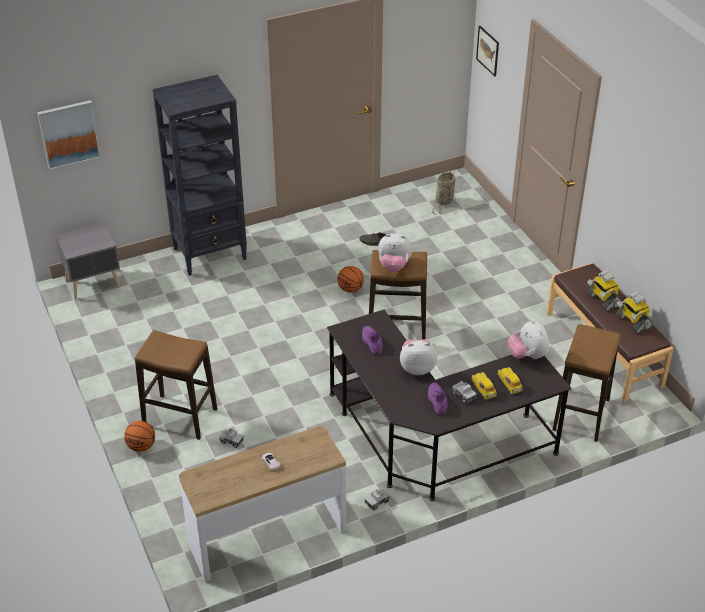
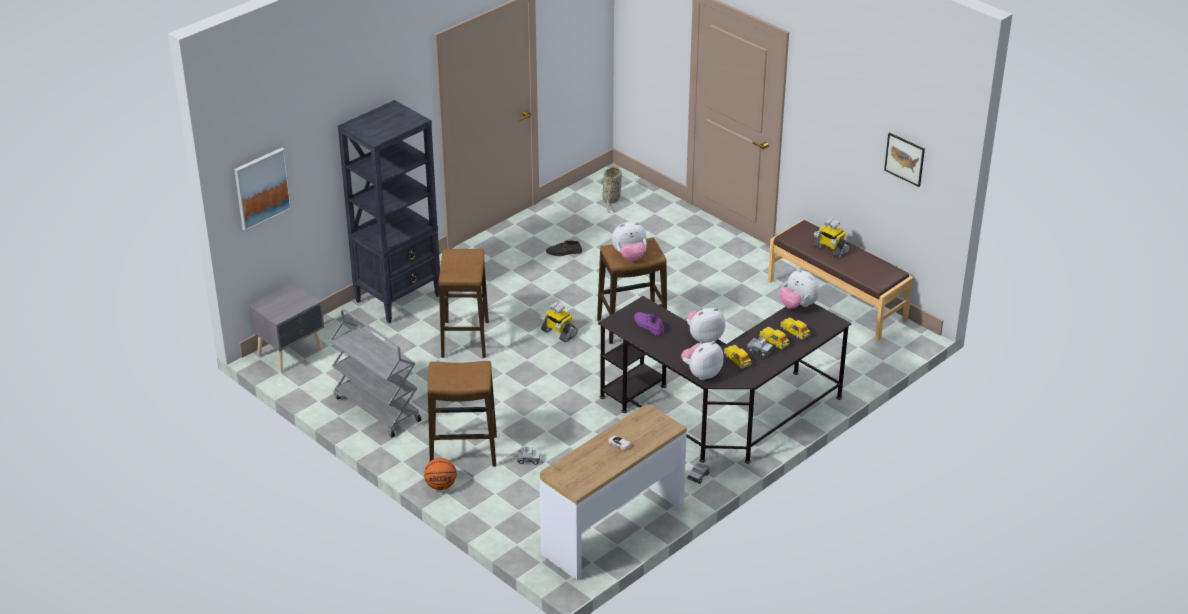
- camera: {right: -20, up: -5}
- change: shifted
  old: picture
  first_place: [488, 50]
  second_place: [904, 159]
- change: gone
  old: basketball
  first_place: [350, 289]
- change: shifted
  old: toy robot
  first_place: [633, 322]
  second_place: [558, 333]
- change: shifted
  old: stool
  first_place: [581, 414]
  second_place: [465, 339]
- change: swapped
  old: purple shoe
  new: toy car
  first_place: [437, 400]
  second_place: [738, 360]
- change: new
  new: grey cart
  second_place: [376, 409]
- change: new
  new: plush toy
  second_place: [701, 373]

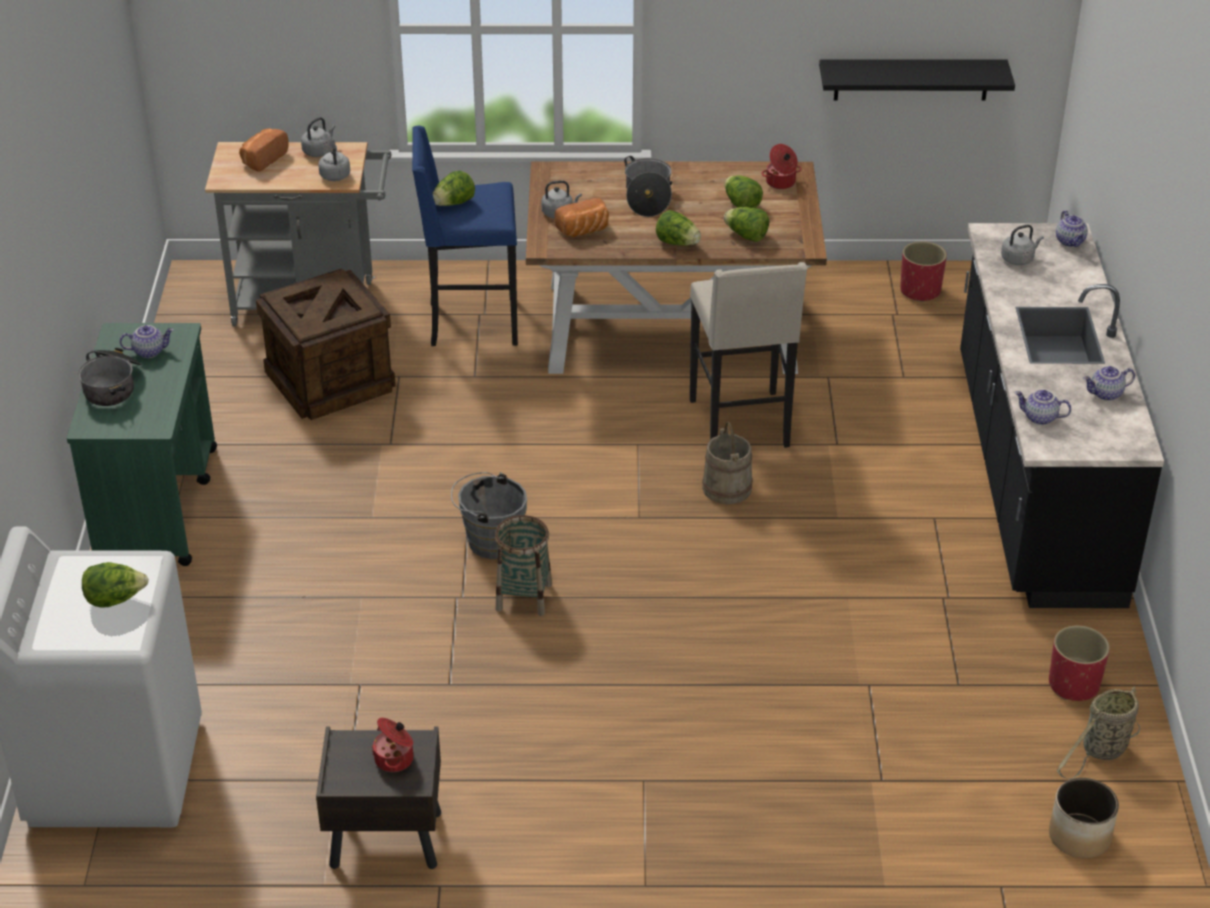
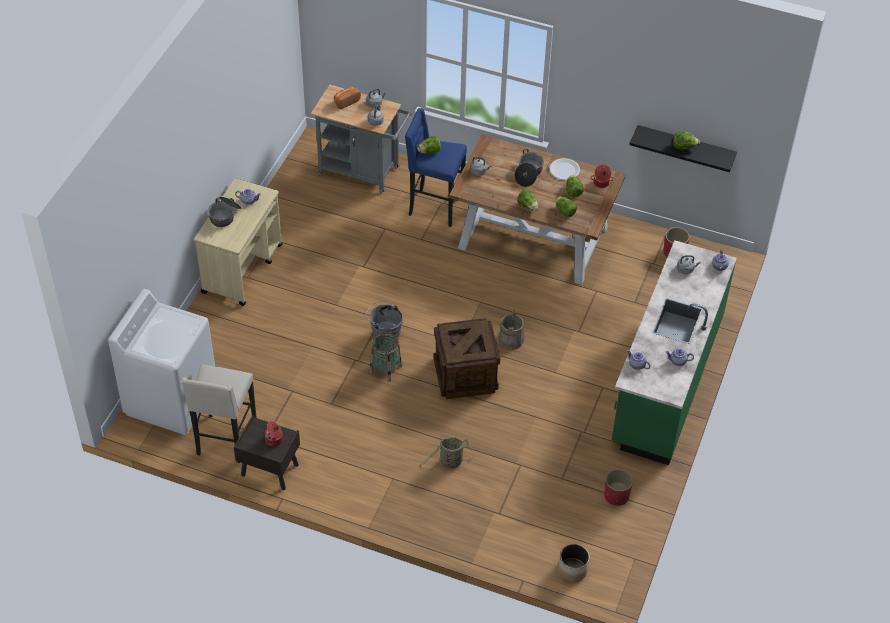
- camera: {right: 20, up: 10}
- change: gone
  old: bread
  first_place: [584, 231]
- change: repainted
  old: black counter
  new: green counter
  first_place: [1034, 478]
  second_place: [666, 380]
- change: shifted
  old: beige stool
  first_place: [742, 425]
  second_place: [225, 440]
- change: shifted
  old: crate
  first_place: [330, 381]
  second_place: [465, 374]
- change: repainted
  old: green cart
  new: beige cart
  first_place: [157, 504]
  second_place: [243, 268]
- change: shifted
  old: lettuce
  first_place: [115, 599]
  second_place: [684, 147]
- change: shifted
  old: basket
  first_place: [1102, 751]
  second_place: [449, 462]
- change: new
  new: white plate
  second_place: [564, 170]

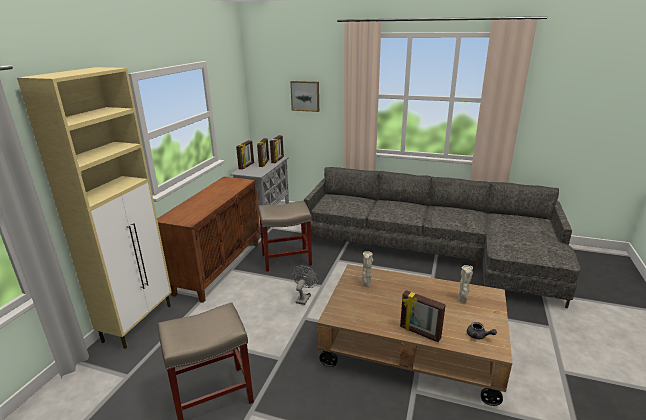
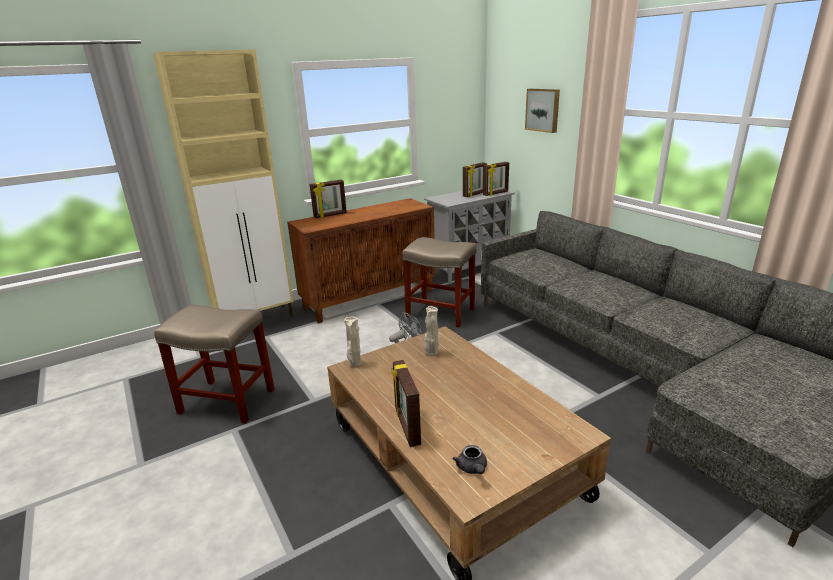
- camera: {right: 40, up: 0}
- change: shifted
  old: picture frame
  first_place: [246, 166]
  second_place: [330, 215]
- change: shifted
  old: beige vase
  first_place: [462, 300]
  second_place: [355, 364]

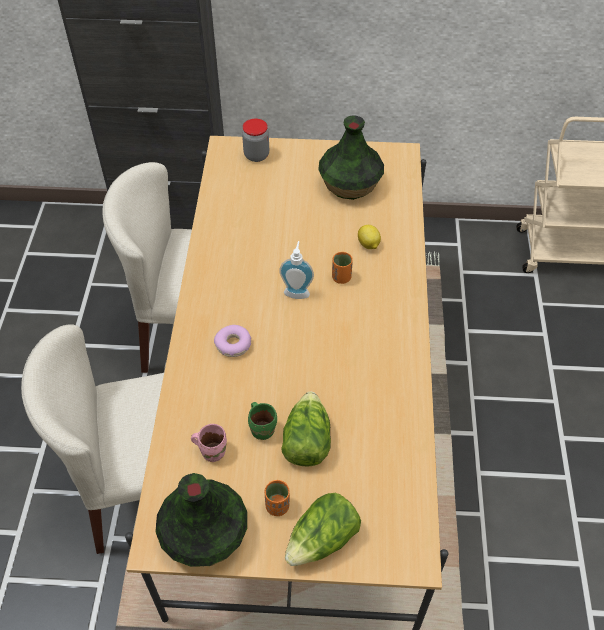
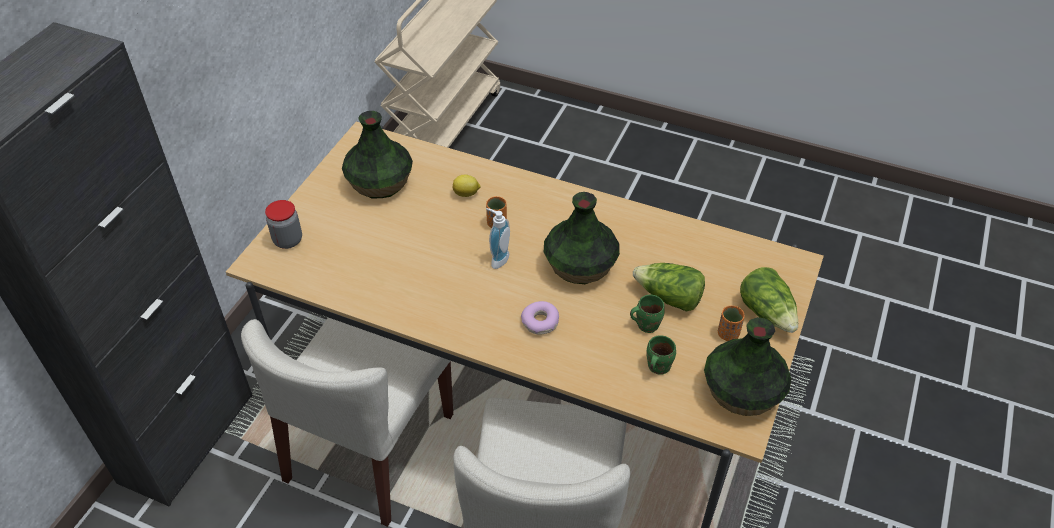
- camera: {right: -70, up: -5}
- change: repainted
  old: pink mug
  new: green mug
  first_place: [212, 450]
  second_place: [656, 366]
- change: new
  new: vase
  second_place: [579, 266]

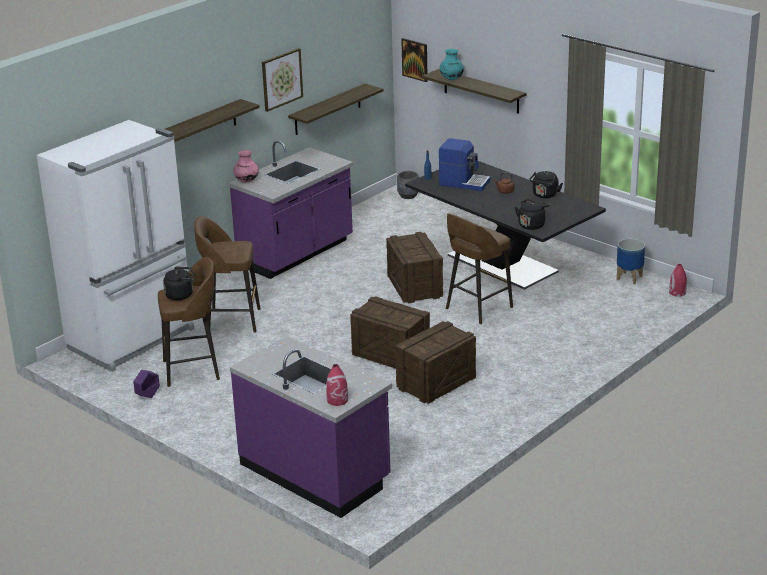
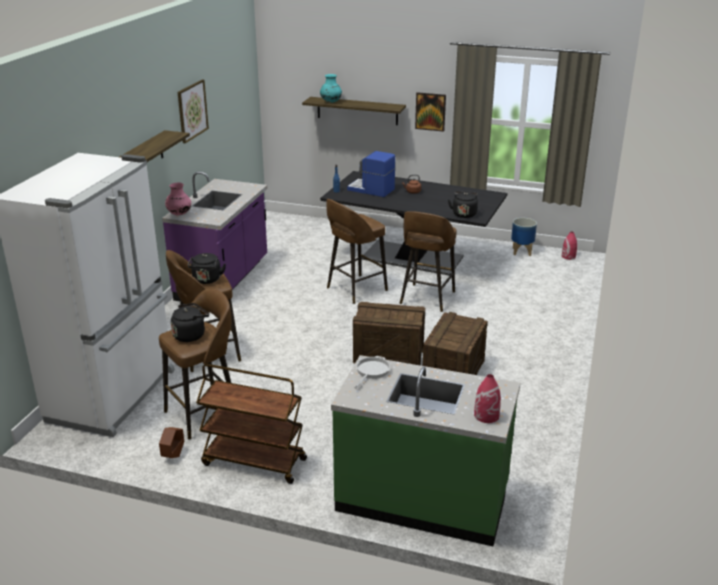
- camera: {right: -25, up: 0}
- change: shifted
  old: picture
  first_place: [415, 59]
  second_place: [430, 111]
- change: gone
  old: shelf
  first_place: [327, 109]
- change: rotated
  old: coffee machine
  first_place: [464, 182]
  second_place: [371, 190]
  degrees: -150
- change: gone
  old: grey planter
  first_place: [408, 196]
- change: shifted
  old: black kettle
  first_place: [544, 195]
  second_place: [206, 280]
- change: swapped
  old: crate
  new: brown stool
  first_place: [414, 286]
  second_place: [355, 289]
- change: repainted
  old: purple counter
  new: green counter
  first_place: [315, 473]
  second_place: [422, 499]
- change: repainted
  old: purple planter
  new: brown planter
  first_place: [148, 396]
  second_place: [173, 455]
- change: new
  new: frying pan
  second_place: [371, 371]
- change: new
  new: brown cart
  second_place: [253, 462]

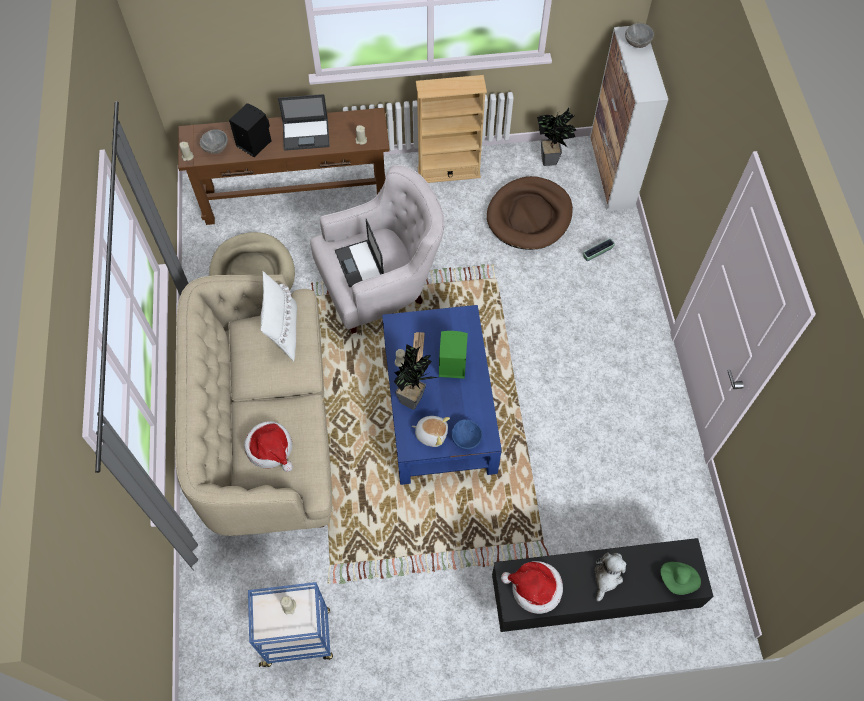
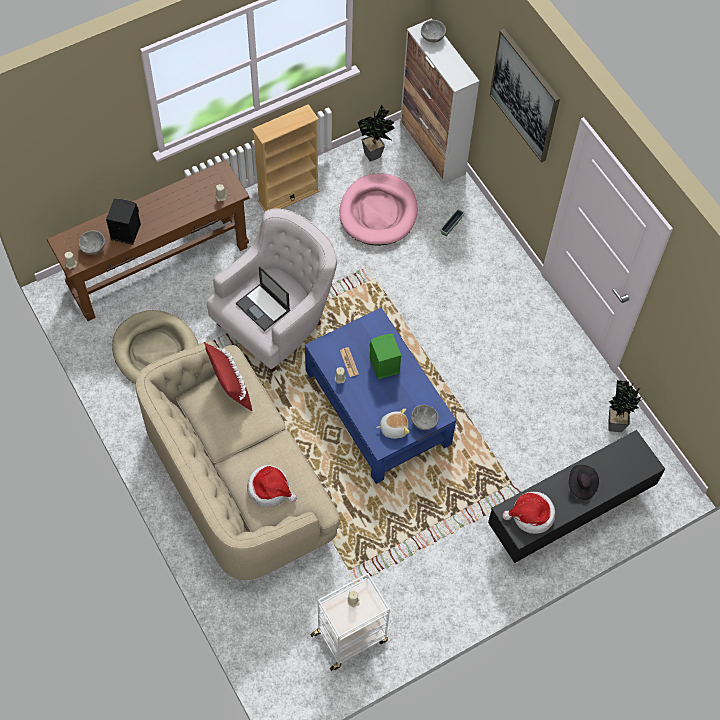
- camera: {right: -25, up: 0}
- change: gone
  old: laptop
  first_place: [306, 134]
- change: repainted
  old: brown dog bed
  new: pink dog bed
  first_place: [529, 216]
  second_place: [378, 212]
- change: repainted
  old: white pillow
  new: red pillow
  first_place: [283, 332]
  second_place: [230, 389]
- change: shifted
  old: potted plant
  first_place: [414, 398]
  second_place: [617, 422]
- change: repainted
  old: blue bowl
  new: grey bowl
  first_place: [465, 439]
  second_place: [423, 422]
- change: swapped
  old: plush toy
  new: black hat
  first_place: [607, 577]
  second_place: [581, 485]
- change: gone
  old: green hat
  first_place: [678, 580]
- change: repainted
  old: blue cart
  new: white cart
  first_place: [298, 637]
  second_place: [351, 637]
- change: new
  new: picture
  second_place: [525, 95]

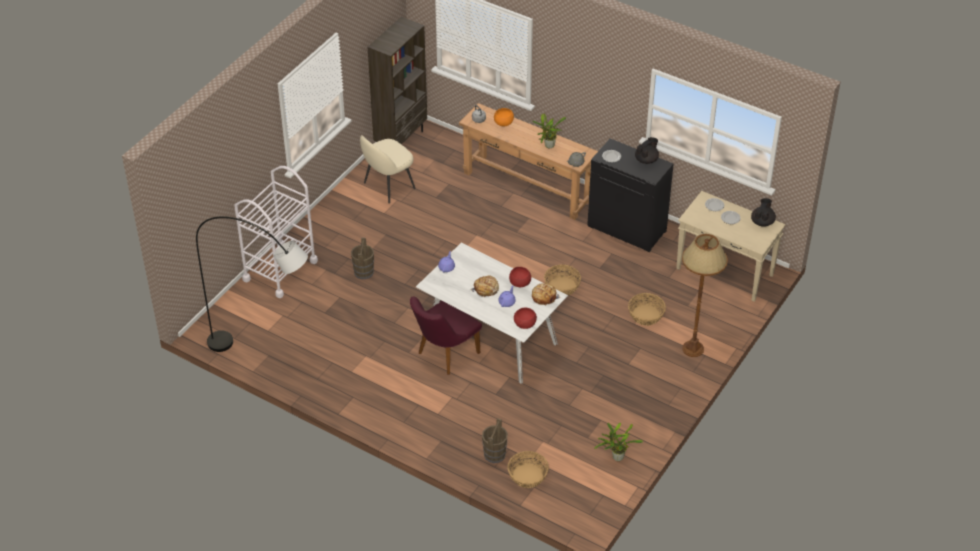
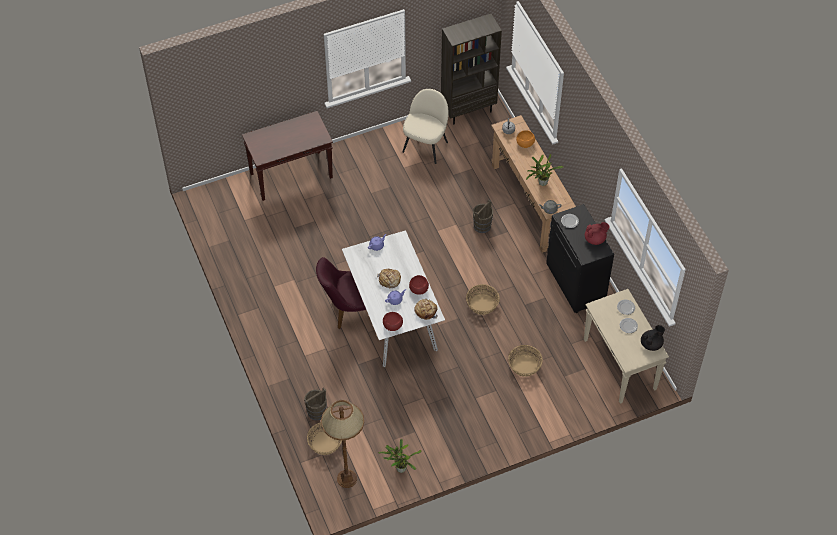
- camera: {right: 35, up: 10}
- change: rotated
  old: beige chair
  first_place: [388, 186]
  second_place: [425, 146]
  degrees: 120
- change: repainted
  old: black teapot
  new: red teapot
  first_place: [646, 160]
  second_place: [595, 239]
- change: swapped
  old: white cart
  new: brown console table
  first_place: [280, 270]
  second_place: [291, 175]
- change: gone
  old: grey floor lamp
  first_place: [265, 352]
- change: shifted
  old: brown floor lamp
  first_place: [693, 348]
  second_place: [347, 478]
- change: shifted
  old: brown bucket
  first_place: [364, 272]
  second_place: [482, 226]

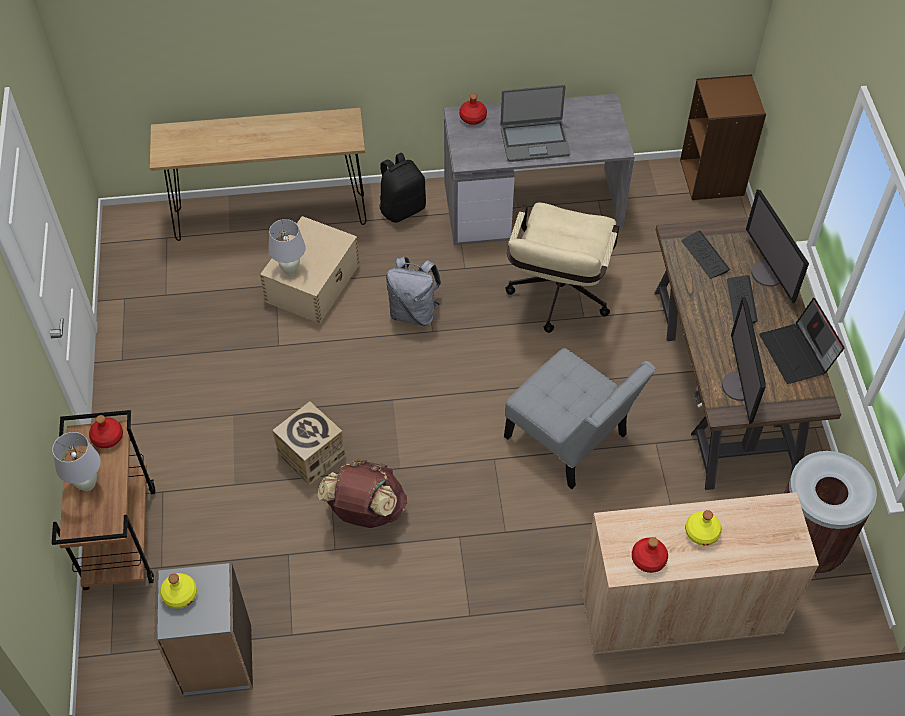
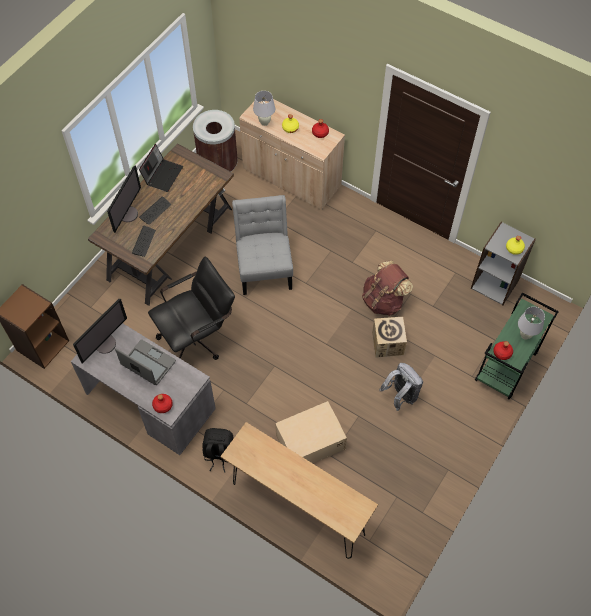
- camera: {right: -140, up: 5}
- change: repainted
  old: beige office chair
  new: black office chair
  first_place: [557, 299]
  second_place: [197, 337]
- change: shifted
  old: white table lamp
  first_place: [290, 269]
  second_place: [264, 123]
- change: shifted
  old: grey backpack
  first_place: [414, 312]
  second_place: [400, 396]
- change: shifted
  old: monitor
  first_place: [740, 386]
  second_place: [105, 343]
- change: repainted
  old: brown cart
  new: green cart
  first_place: [120, 537]
  second_place: [506, 367]

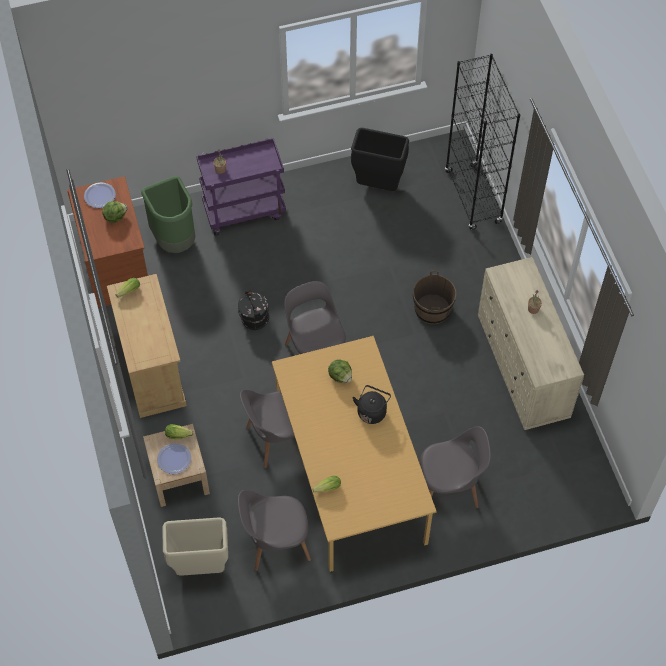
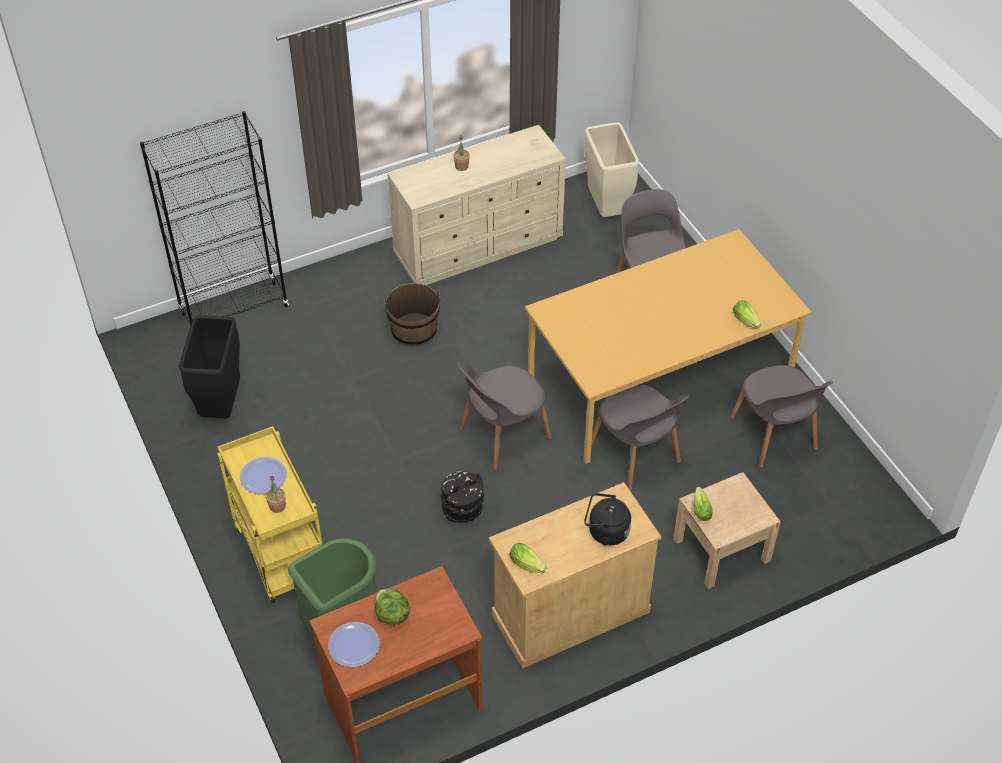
- camera: {right: -100, up: -10}
- change: repainted
  old: purple cart
  new: yellow cart
  first_place: [244, 211]
  second_place: [279, 552]
- change: gone
  old: lettuce
  first_place: [340, 376]
- change: shifted
  old: black kettle
  first_place: [372, 411]
  second_place: [605, 531]
- change: shifted
  old: plate
  first_place: [174, 459]
  second_place: [263, 476]
- change: shifted
  old: beige trash can
  first_place: [200, 566]
  second_place: [606, 209]

